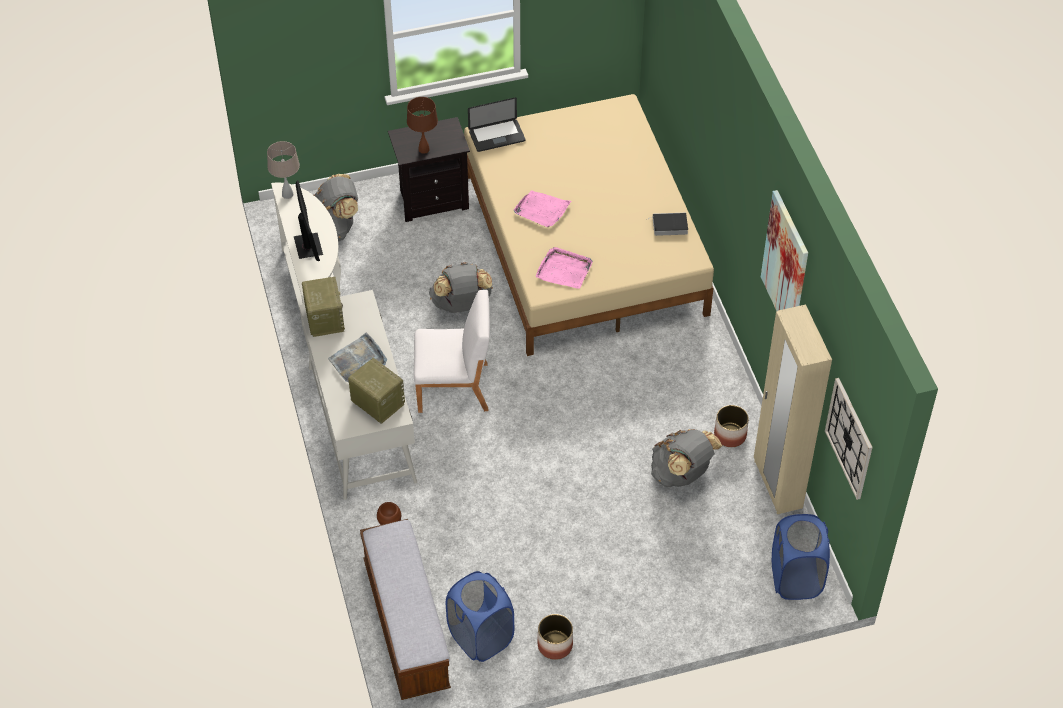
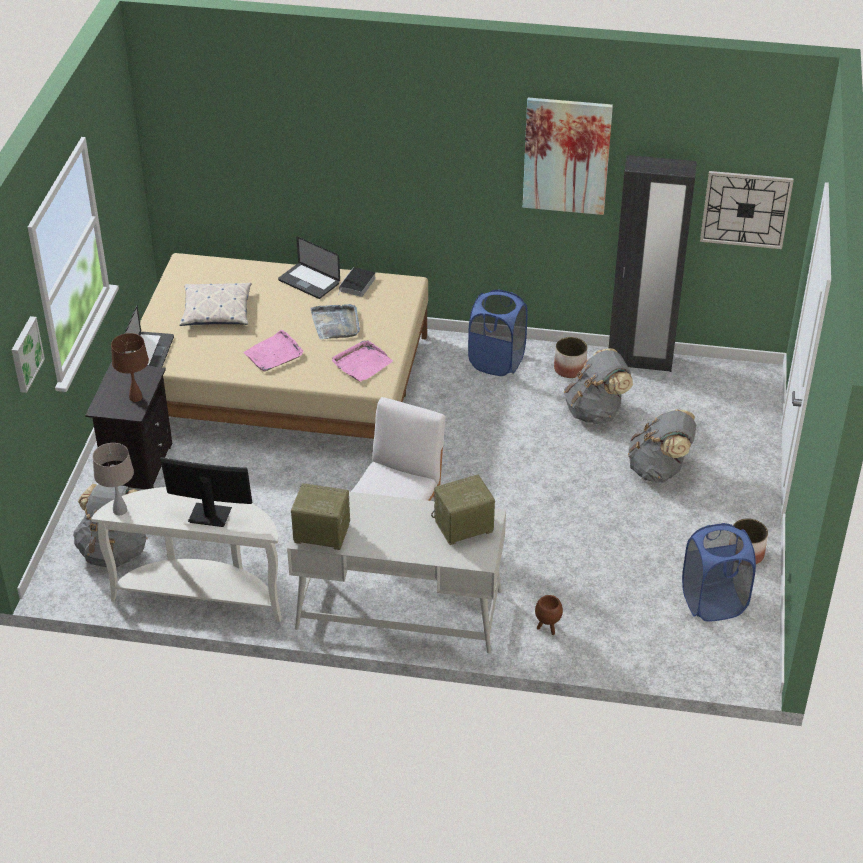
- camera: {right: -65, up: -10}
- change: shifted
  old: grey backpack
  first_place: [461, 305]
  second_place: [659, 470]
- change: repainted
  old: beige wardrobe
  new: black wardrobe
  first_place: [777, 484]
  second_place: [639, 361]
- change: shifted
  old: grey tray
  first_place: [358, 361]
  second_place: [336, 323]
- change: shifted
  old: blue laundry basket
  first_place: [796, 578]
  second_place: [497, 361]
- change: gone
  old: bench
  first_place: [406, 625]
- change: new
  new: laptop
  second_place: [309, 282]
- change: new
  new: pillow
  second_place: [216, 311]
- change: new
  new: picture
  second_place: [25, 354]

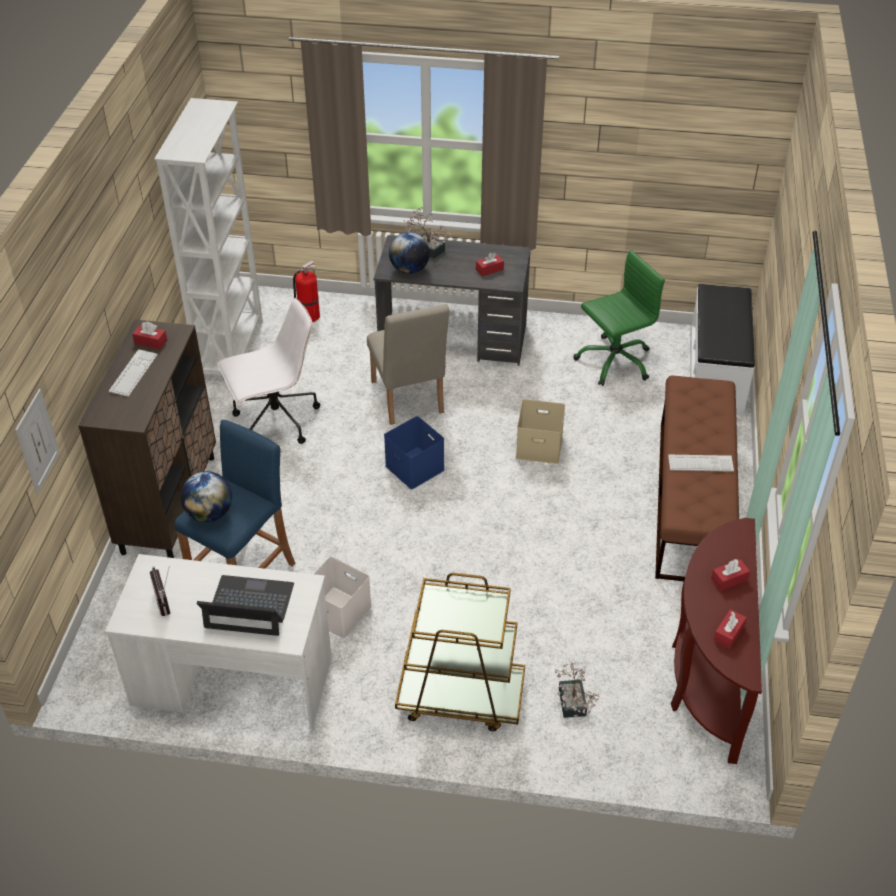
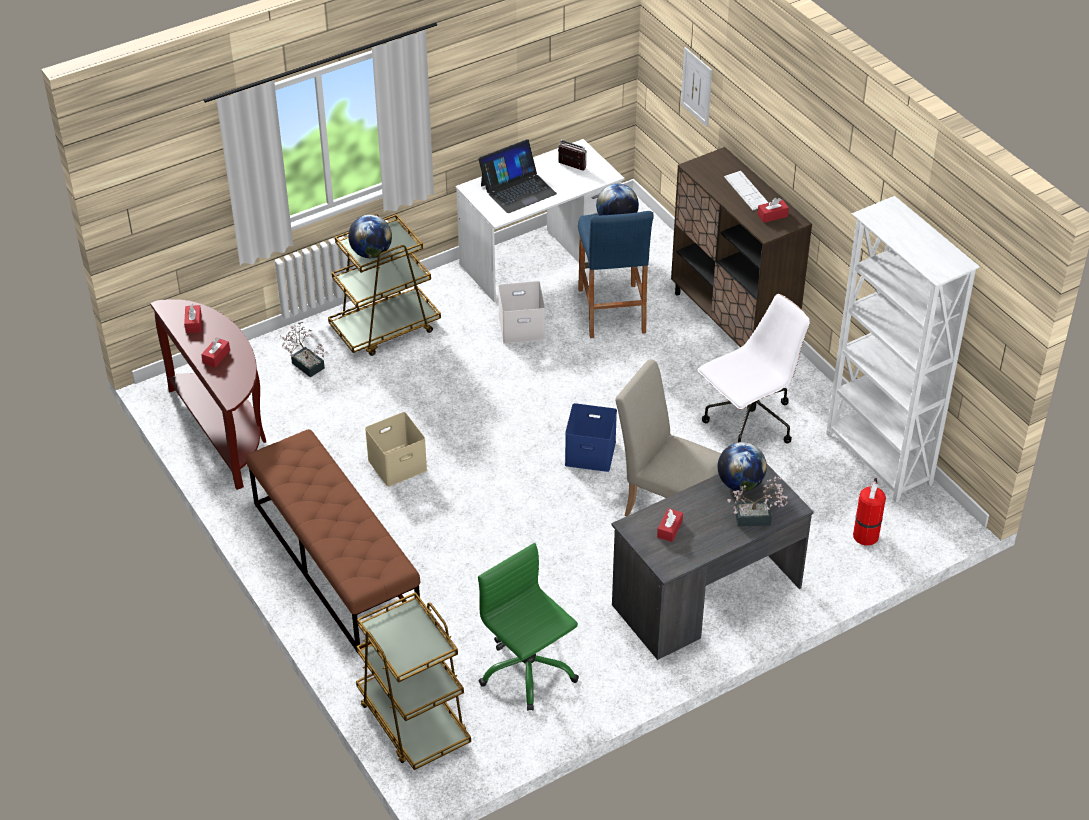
- camera: {right: 140, up: 0}
- change: rotated
  old: green office chair
  first_place: [614, 361]
  second_place: [527, 670]
  degrees: 120
- change: swapped
  old: white bench
  new: brown cart
  first_place: [716, 373]
  second_place: [413, 721]
- change: rotated
  old: white office chair
  first_place: [275, 421]
  second_place: [749, 423]
  degrees: -150
- change: shifted
  old: beige storage box
  first_place: [540, 446]
  second_place: [397, 466]
- change: gone
  old: keyboard
  first_place: [700, 463]
- change: new
  new: globe
  second_place: [371, 253]

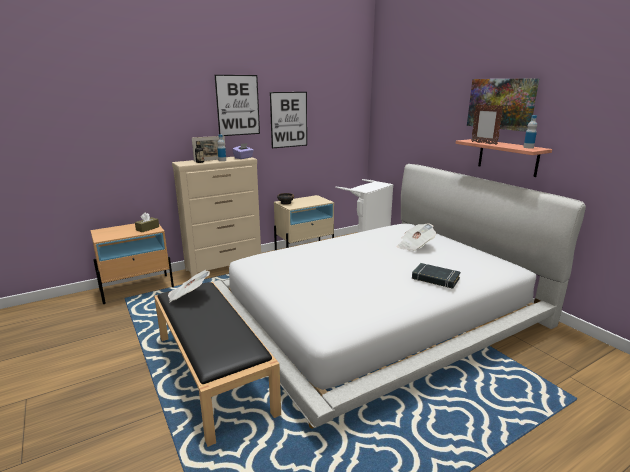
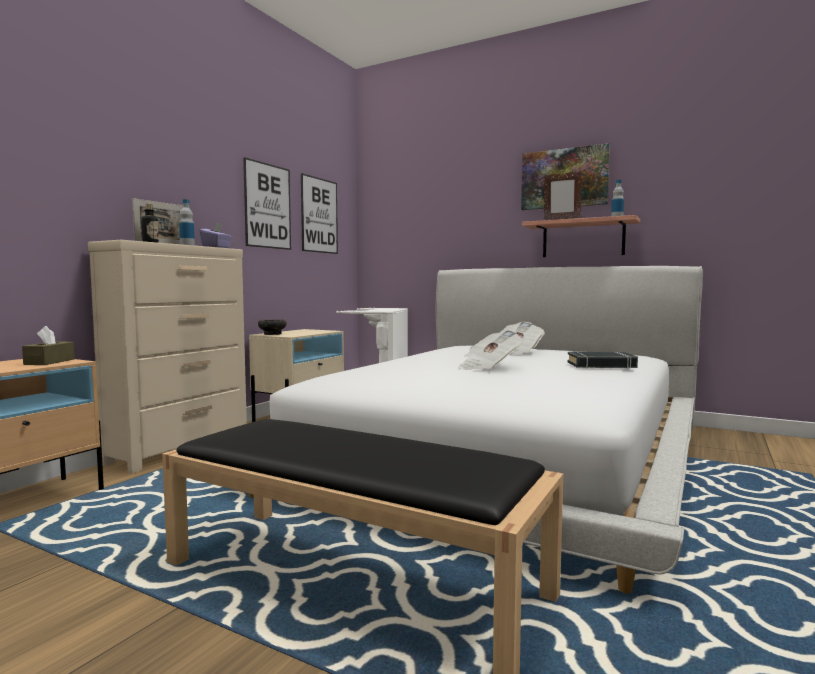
- camera: {right: -30, up: -15}
- change: shifted
  old: picture
  first_place: [238, 105]
  second_place: [319, 215]
- change: shifted
  old: newspaper
  first_place: [188, 296]
  second_place: [489, 367]

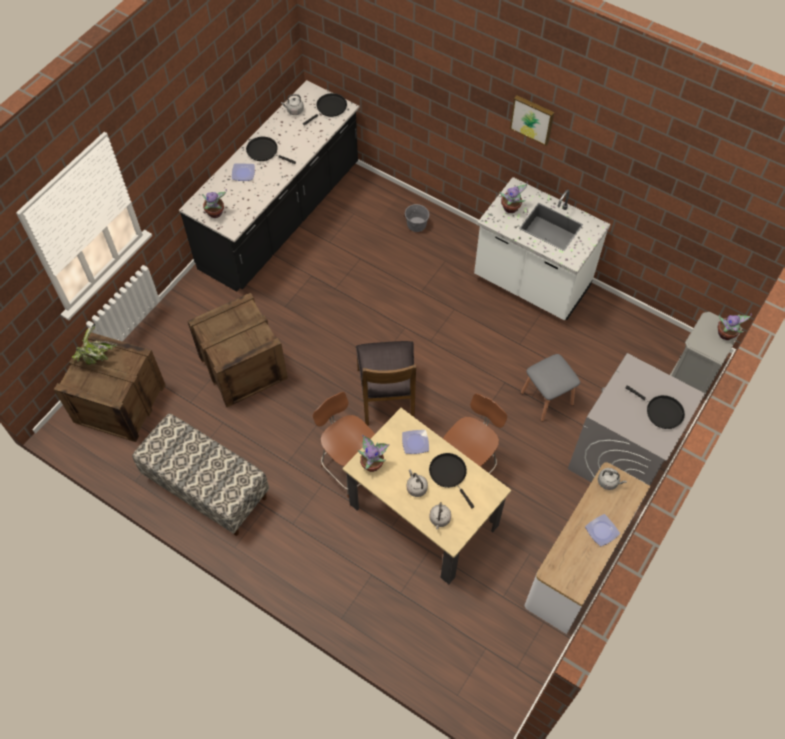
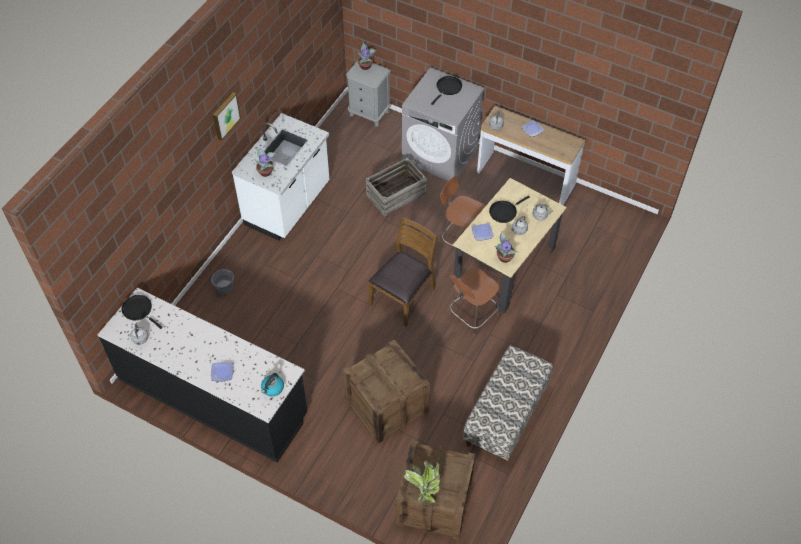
- camera: {right: -95, up: -5}
- change: gone
  old: black frying pan
  first_place: [264, 151]
- change: swapped
  old: potted plant
  new: kettle
  first_place: [215, 213]
  second_place: [272, 388]
- change: rotated
  old: brown chair
  first_place: [387, 395]
  second_place: [403, 296]
  degrees: -45
- change: swapped
  old: grey stool
  new: crate
  first_place: [547, 398]
  second_place: [396, 195]

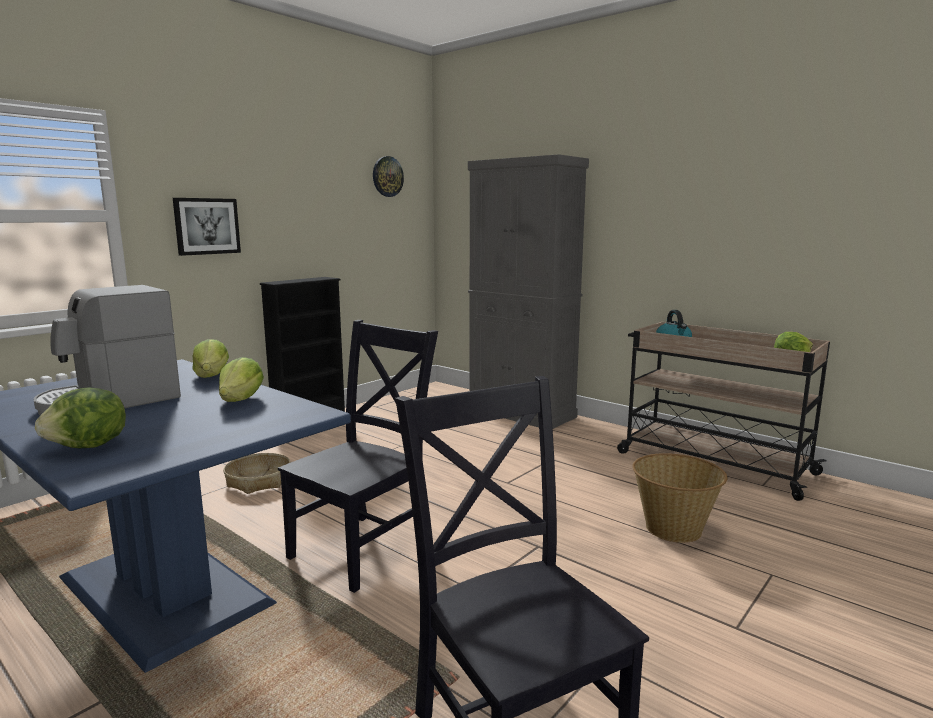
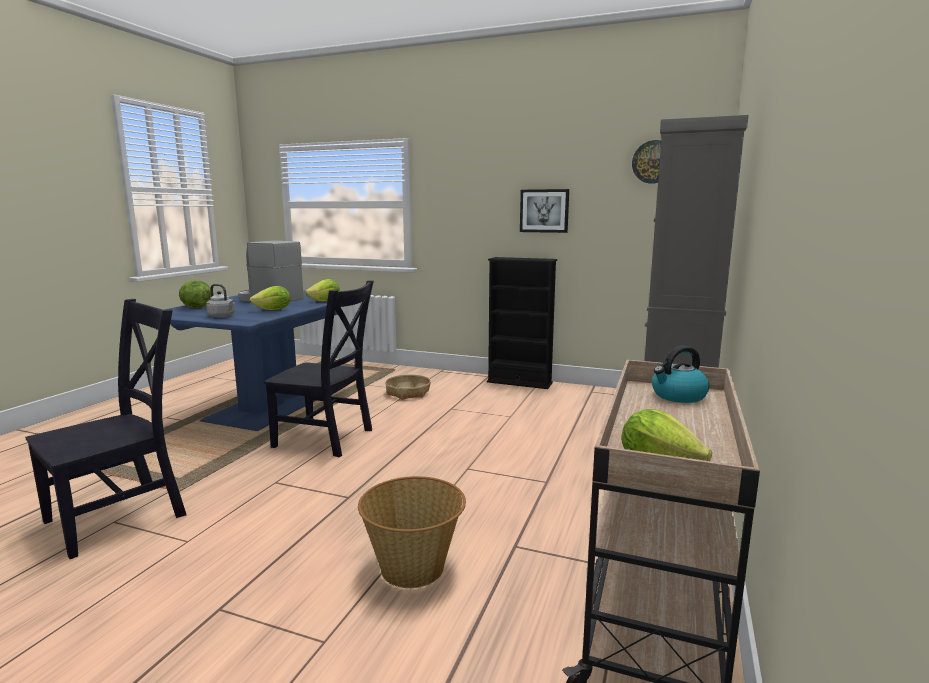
- camera: {right: 70, up: 0}
- change: shifted
  old: picture
  first_place: [207, 226]
  second_place: [544, 211]
- change: new
  new: grey kettle
  second_place: [222, 316]

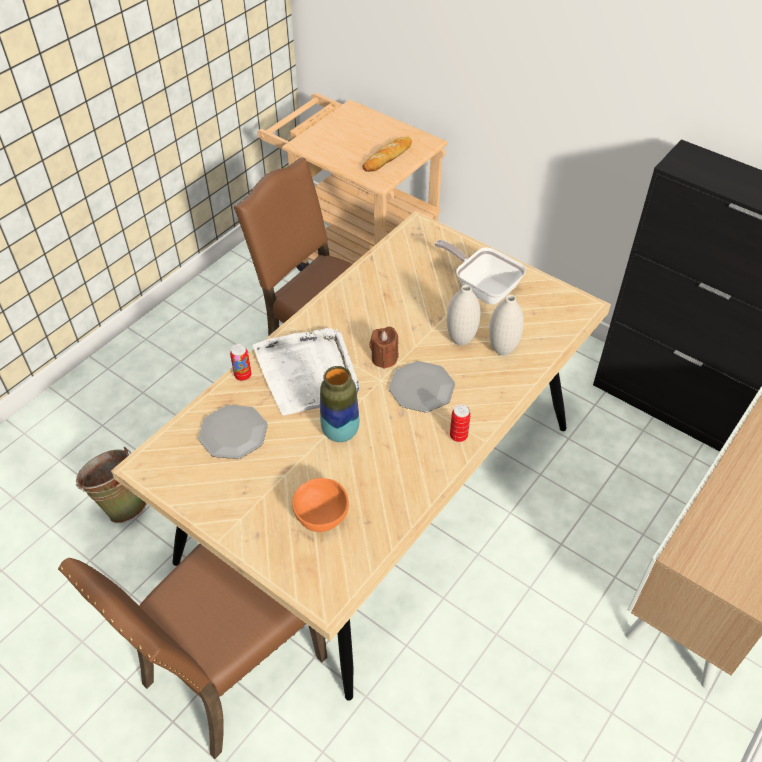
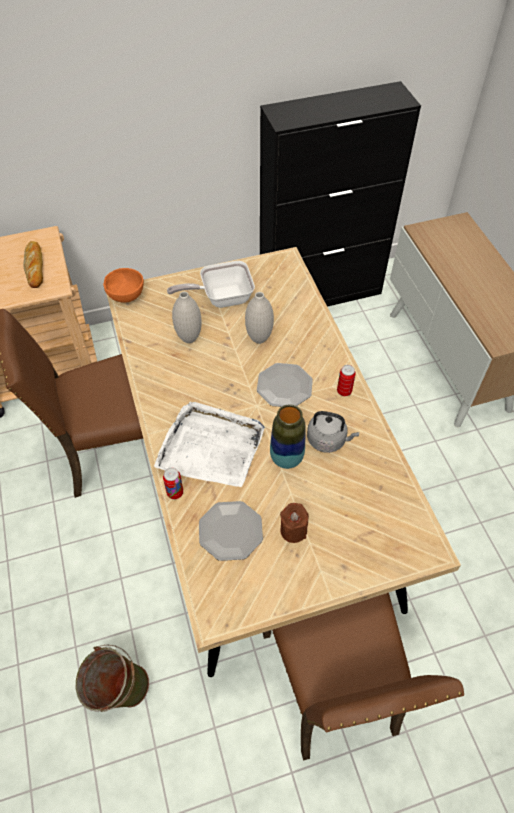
- camera: {right: -55, up: 5}
- change: shifted
  old: white vase
  first_place: [502, 350]
  second_place: [189, 338]
- change: shifted
  old: brown candle
  first_place: [384, 358]
  second_place: [293, 530]
- change: shifted
  old: orange bowl
  first_place: [322, 516]
  second_place: [126, 295]
- change: new
  new: grey kettle
  second_place: [328, 440]

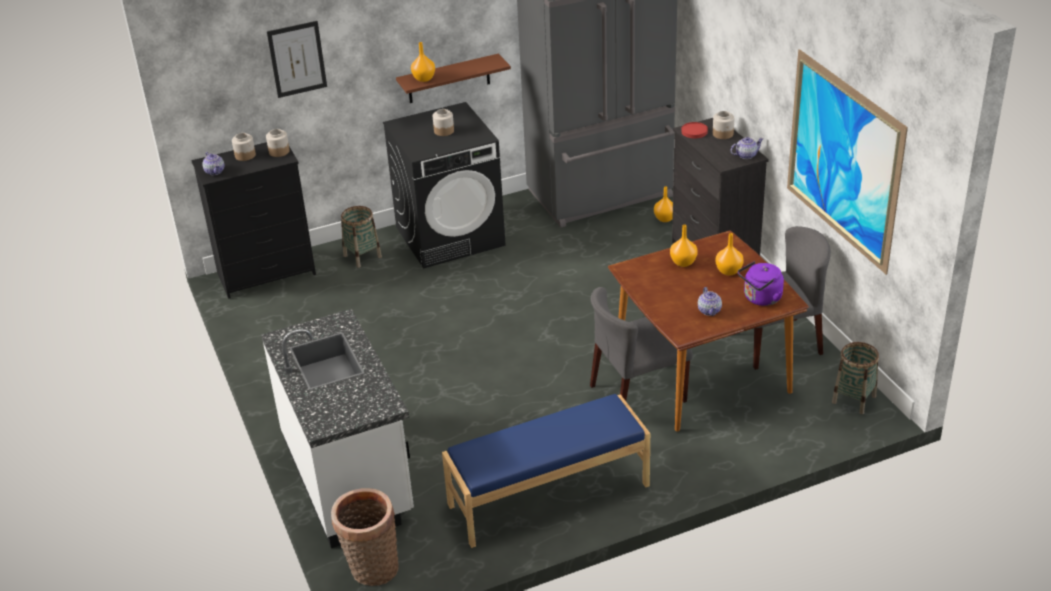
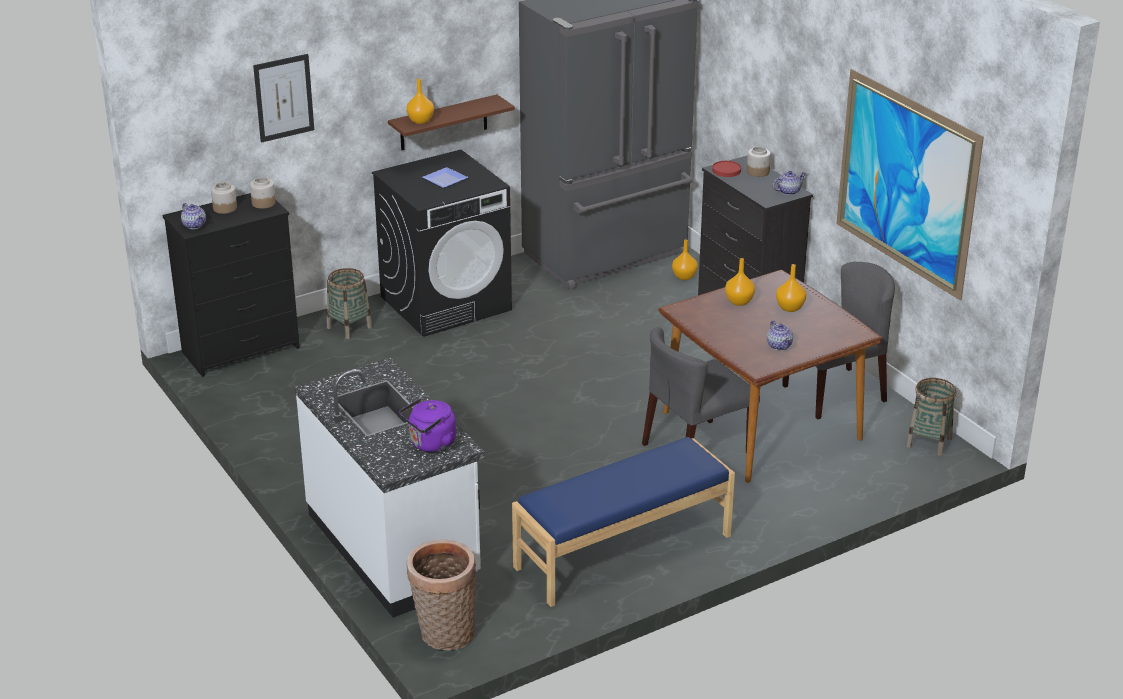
- camera: {right: -10, up: -5}
- change: swapped
  old: jar
  new: plate
  first_place: [444, 131]
  second_place: [445, 179]
- change: shifted
  old: purple kettle
  first_place: [760, 299]
  second_place: [430, 444]

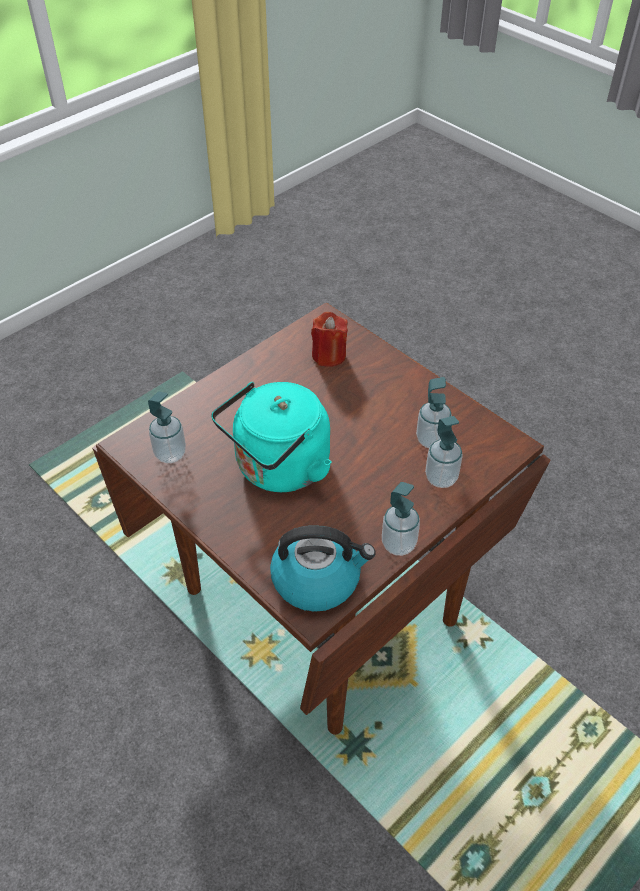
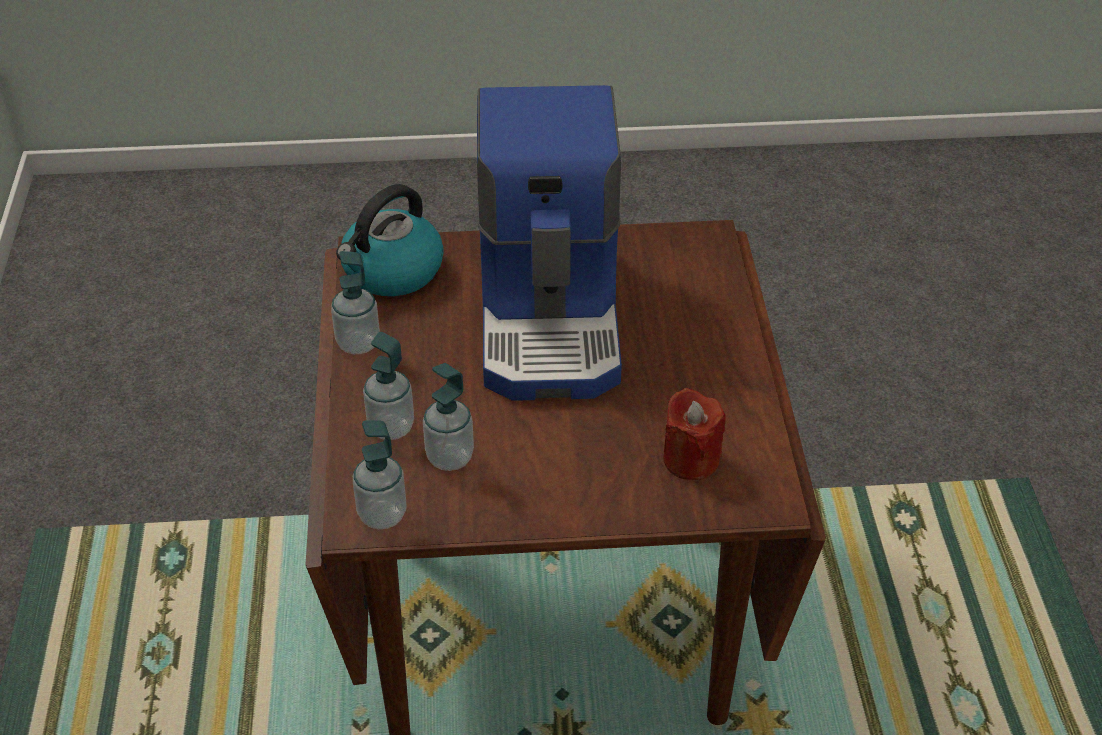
- camera: {right: 130, up: -5}
- change: swapped
  old: turquoise kettle
  new: coffee machine
  first_place: [278, 469]
  second_place: [552, 318]
- change: shifted
  old: soap dispenser
  first_place: [170, 454]
  second_place: [382, 515]

